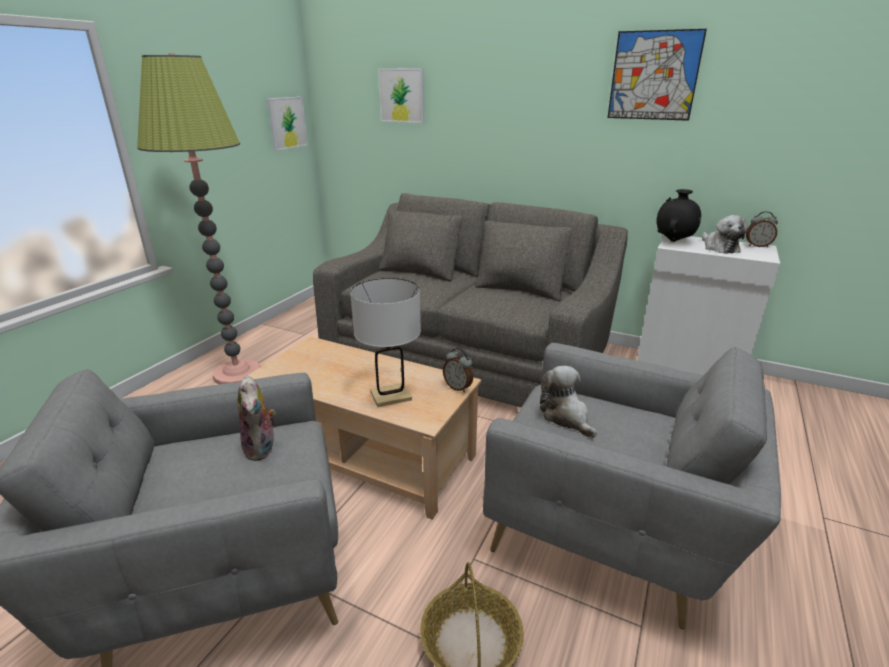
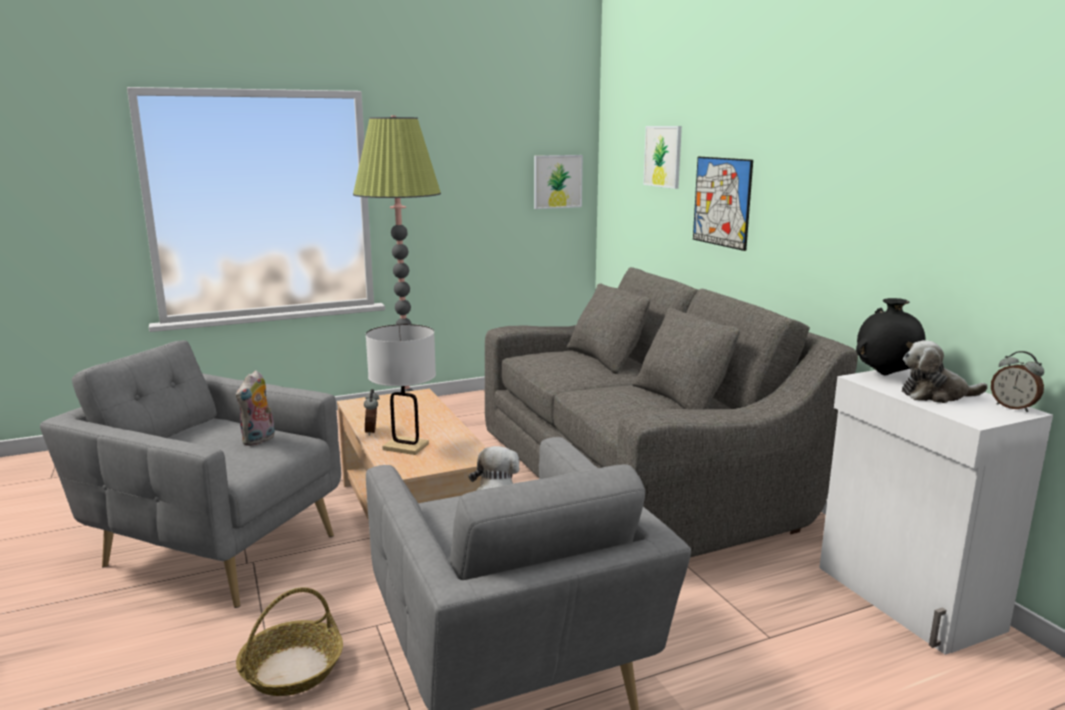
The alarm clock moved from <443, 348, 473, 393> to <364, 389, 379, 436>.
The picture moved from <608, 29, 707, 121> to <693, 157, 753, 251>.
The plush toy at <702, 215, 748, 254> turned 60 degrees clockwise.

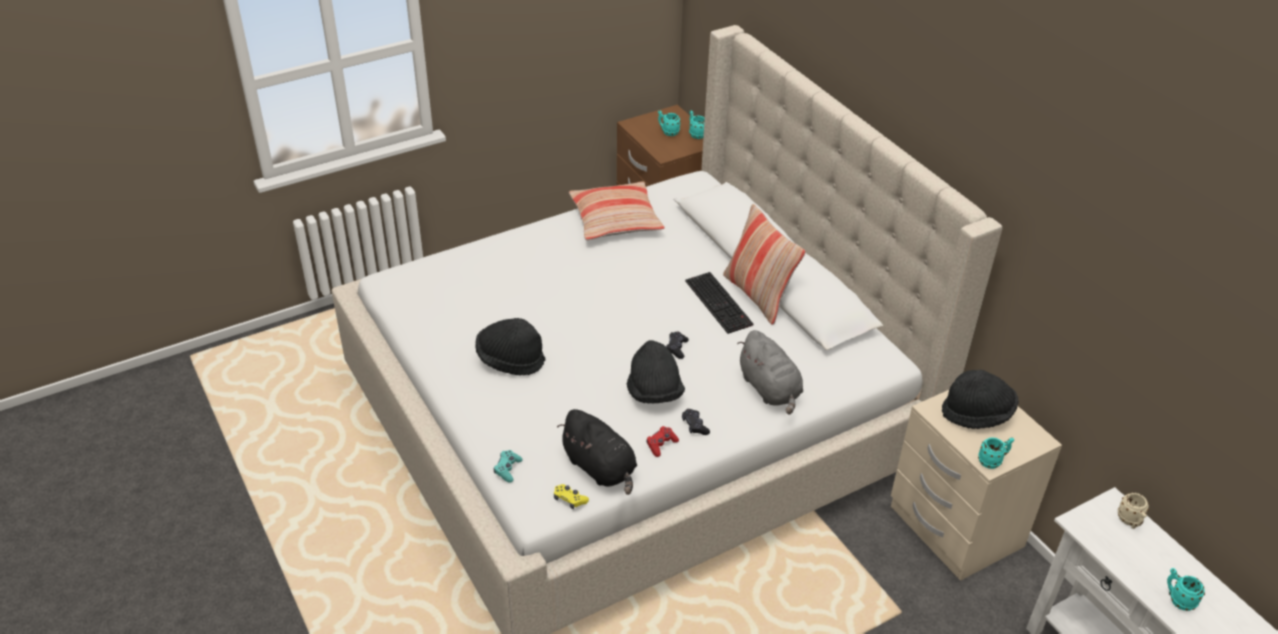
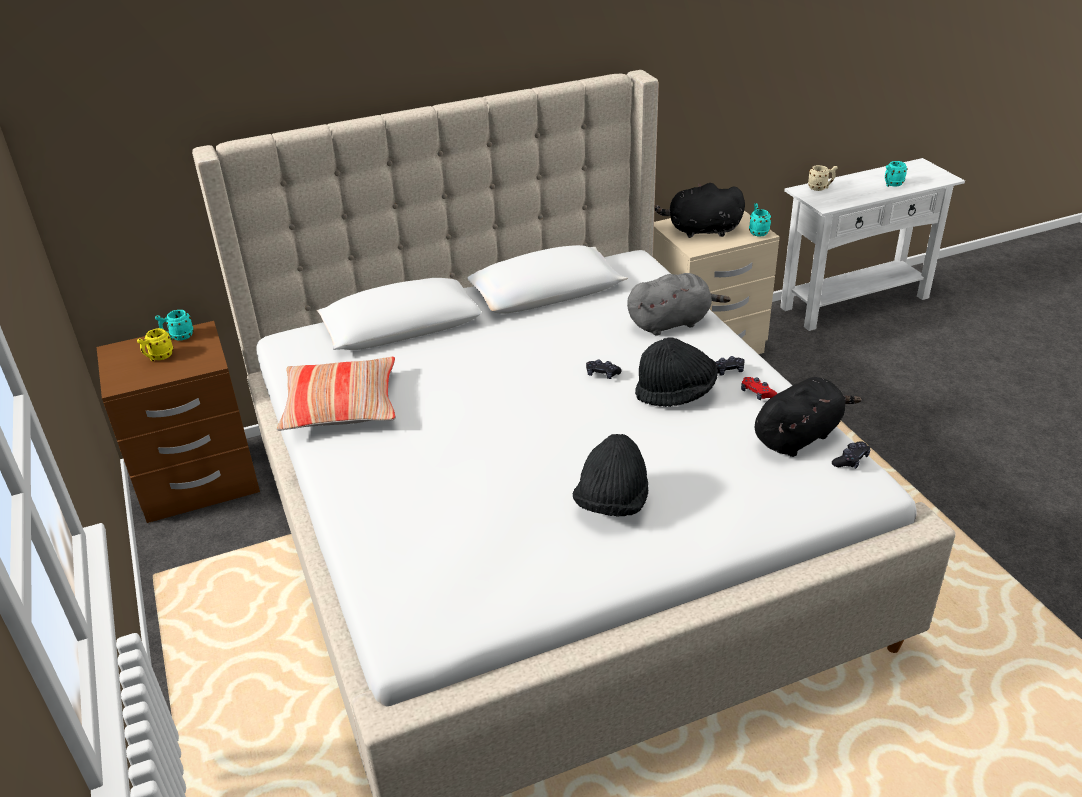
The turquoise game controller at <494, 450, 523, 483> disappeared.
The yellow game controller at <554, 484, 589, 509> became the black game controller at <832, 442, 871, 469>.
The turquoise mug at <658, 110, 681, 136> became the yellow mug at <137, 328, 173, 362>.
The keyboard at <685, 272, 753, 334> disappeared.
The pillow at <723, 204, 805, 325> disappeared.
The black hat at <942, 370, 1019, 429> was replaced by the black plush toy at <654, 183, 745, 238>.

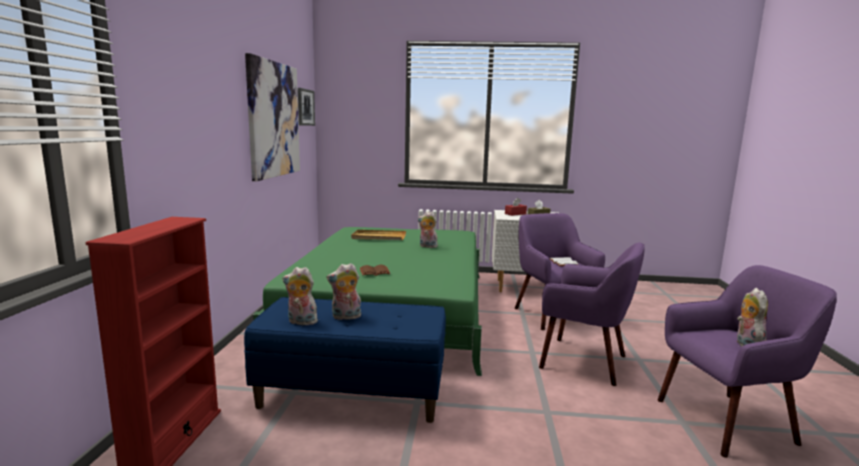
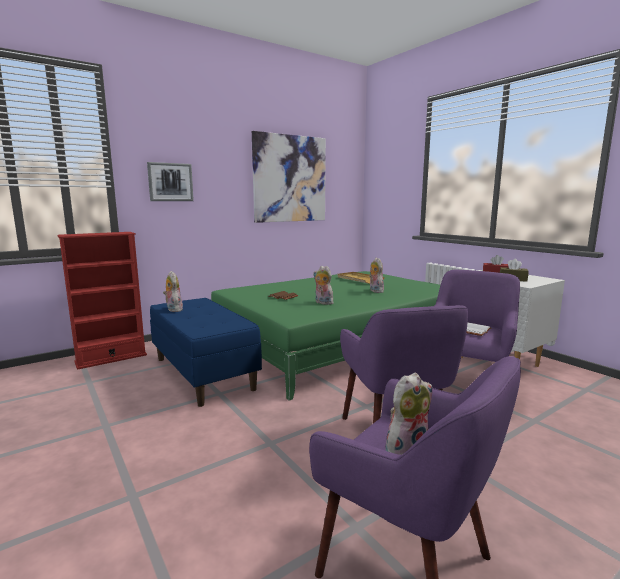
The picture moved from <298, 88, 315, 126> to <147, 162, 194, 201>.
The plush toy moved from <327, 263, 361, 320> to <313, 266, 334, 305>.

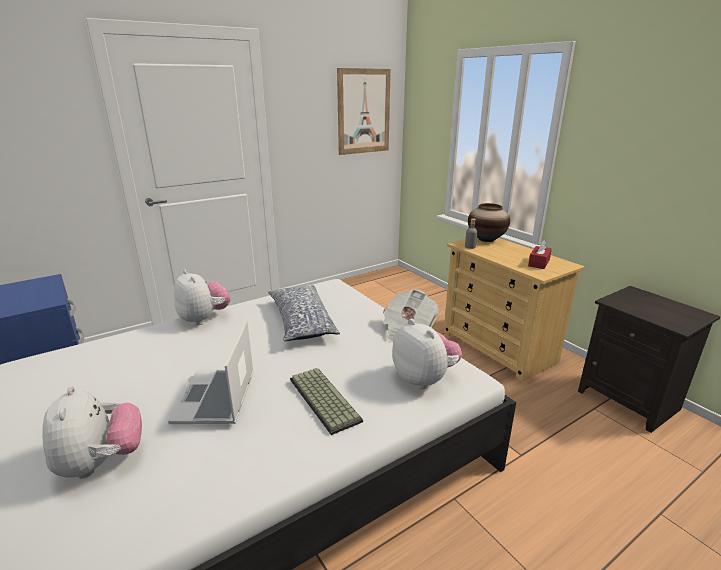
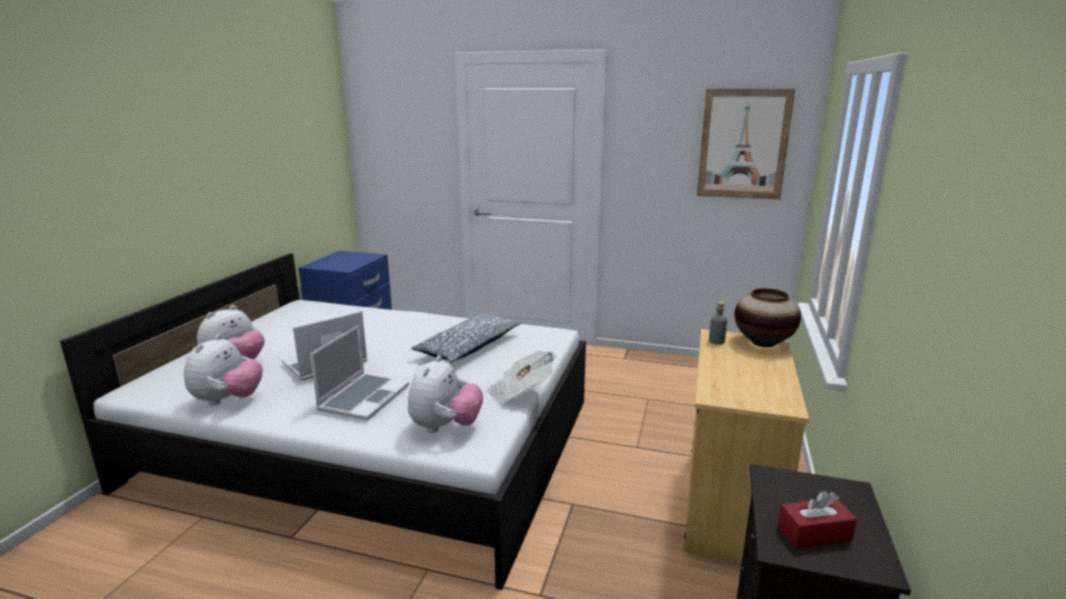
The plush toy moved from <174, 270, 230, 325> to <184, 334, 263, 406>.
The keyboard at <290, 368, 363, 435> was replaced by the laptop at <310, 325, 409, 420>.
The red tissue box moved from <528, 240, 552, 269> to <778, 490, 857, 548>.

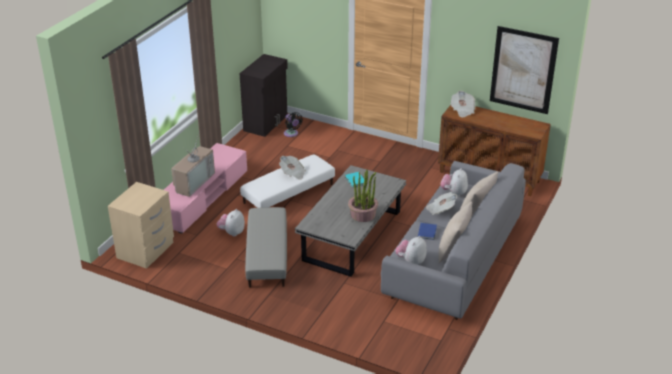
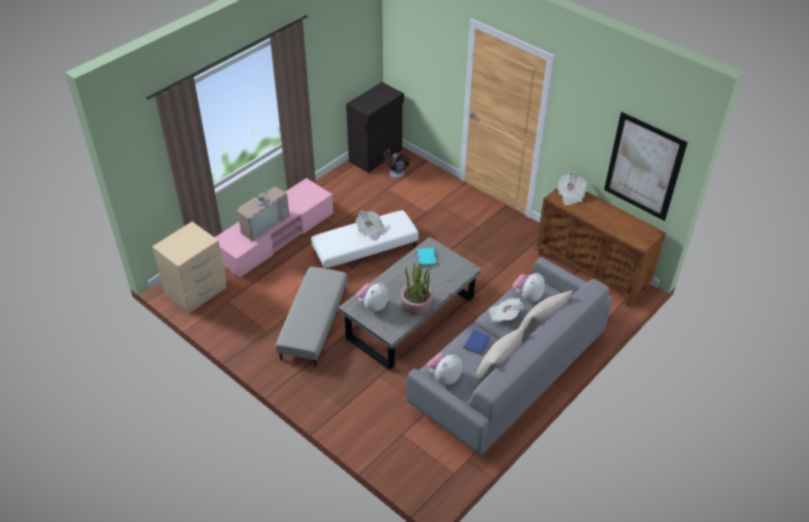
The plush toy moved from <217, 209, 245, 237> to <356, 283, 389, 312>.

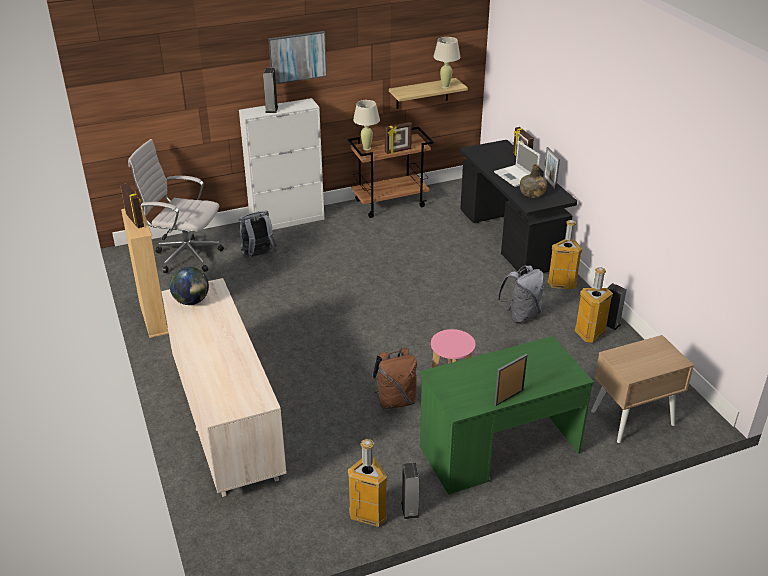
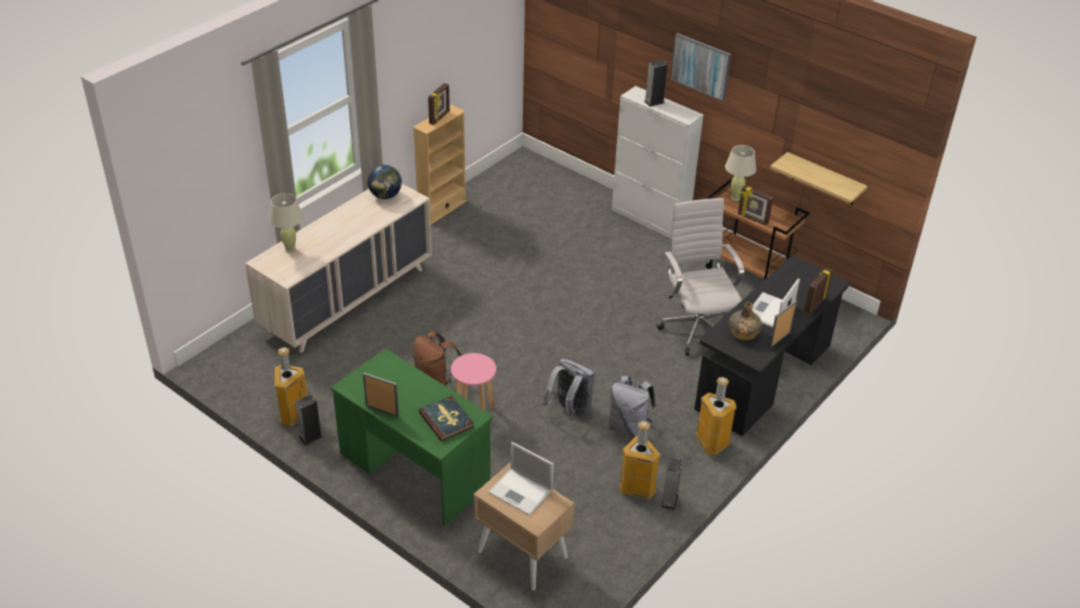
The white office chair moved from <128, 139, 224, 273> to <657, 198, 744, 356>.
The grey backpack moved from <238, 211, 278, 257> to <543, 359, 595, 421>.
The beige table lamp moved from <433, 37, 460, 89> to <269, 193, 303, 253>.
The book at <419, 395, 474, 441> appeared.
The laptop at <488, 442, 554, 515> appeared.

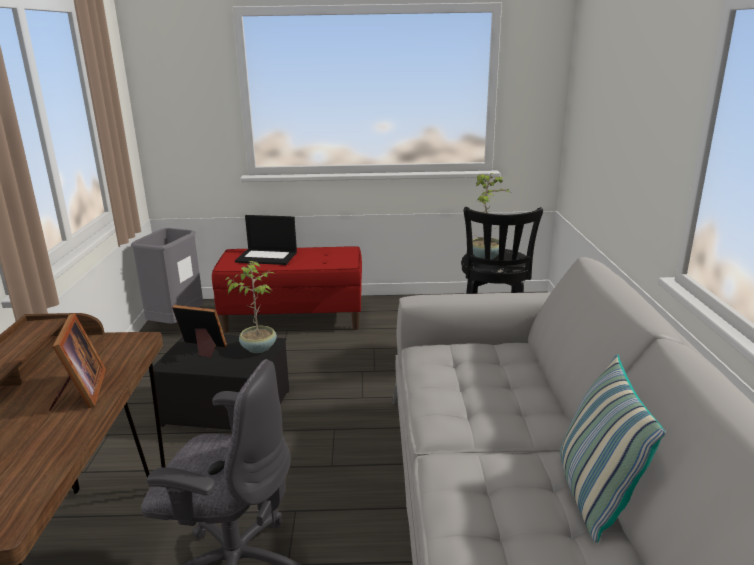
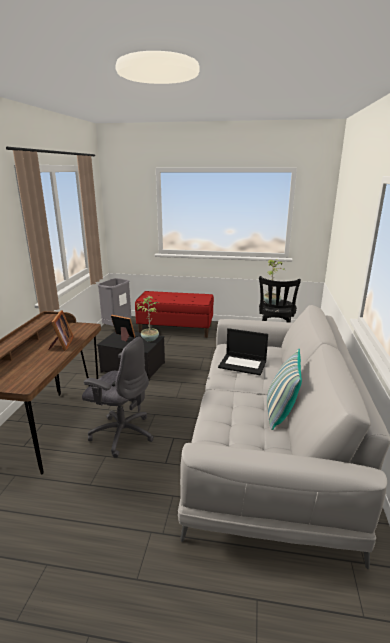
The laptop moved from <235, 215, 297, 265> to <218, 328, 268, 375>.

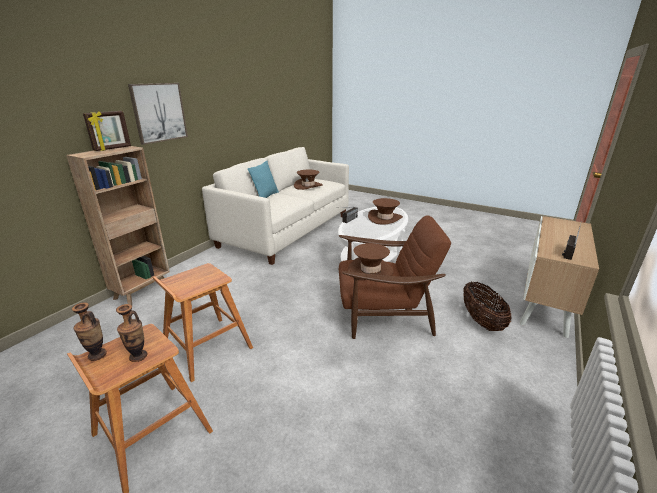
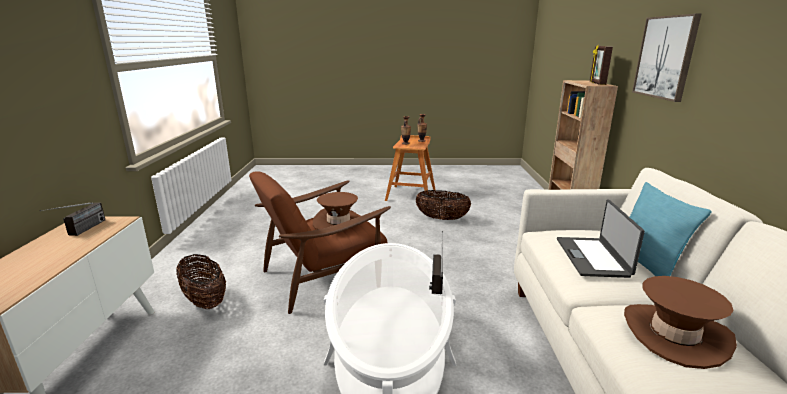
The brown stool at <153, 263, 253, 382> was replaced by the basket at <416, 190, 471, 220>.
The brown hat at <368, 198, 403, 225> disappeared.
The laptop at <557, 199, 645, 278> appeared.

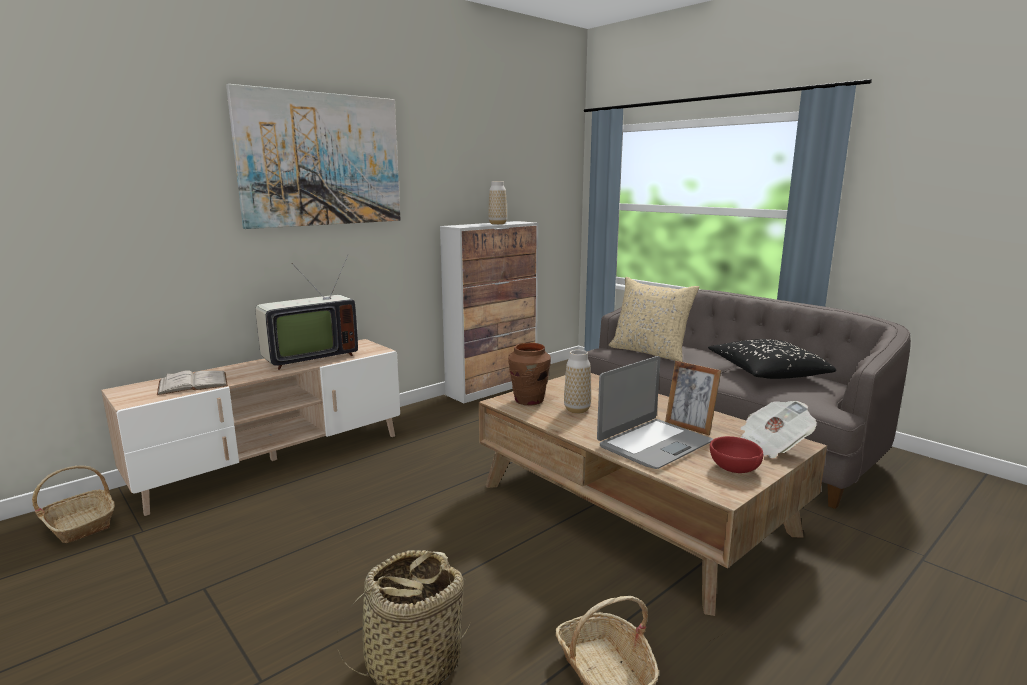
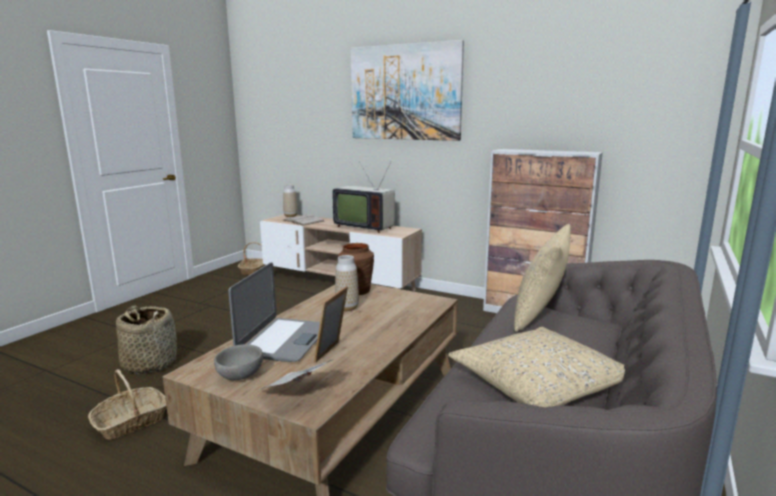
The vase moved from <488, 181, 507, 225> to <283, 185, 298, 217>.
The laptop at <597, 356, 713, 469> turned 105 degrees counterclockwise.
The black pillow at <708, 339, 836, 379> became the beige pillow at <448, 327, 625, 407>.
The red bowl at <710, 436, 763, 473> became the grey bowl at <214, 344, 263, 380>.

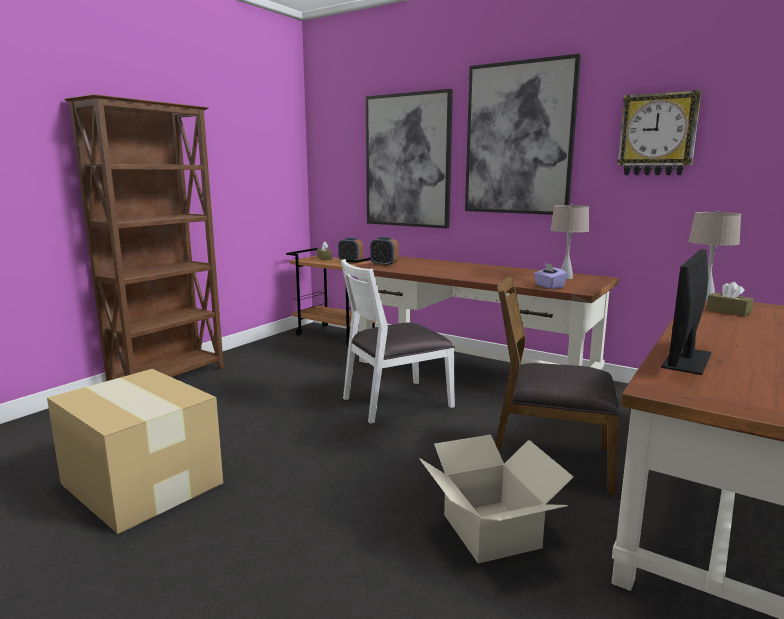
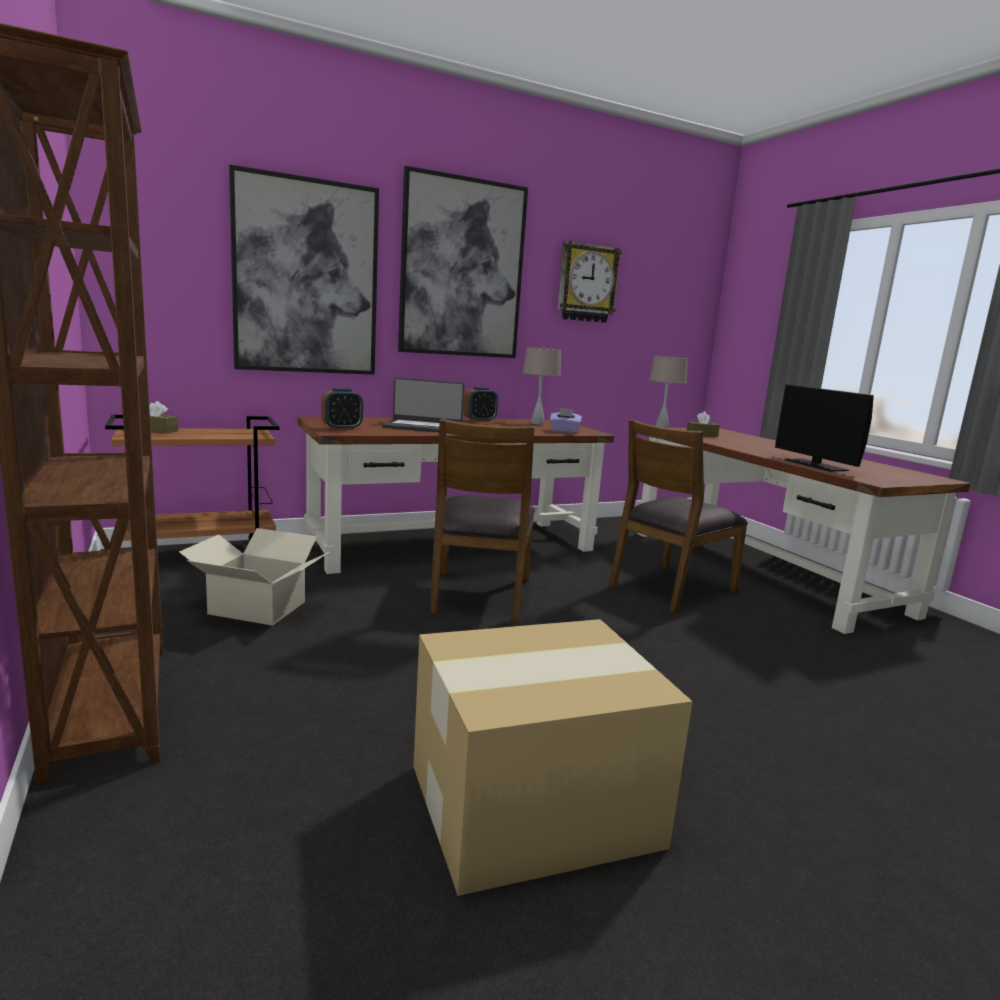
The alarm clock moved from <338, 238, 363, 264> to <463, 387, 498, 422>.
The white chair at <341, 259, 455, 424> became the brown chair at <430, 418, 535, 623>.
The cardboard box moved from <420, 435, 574, 563> to <179, 528, 331, 626>.
The laptop at <382, 378, 464, 432> appeared.

